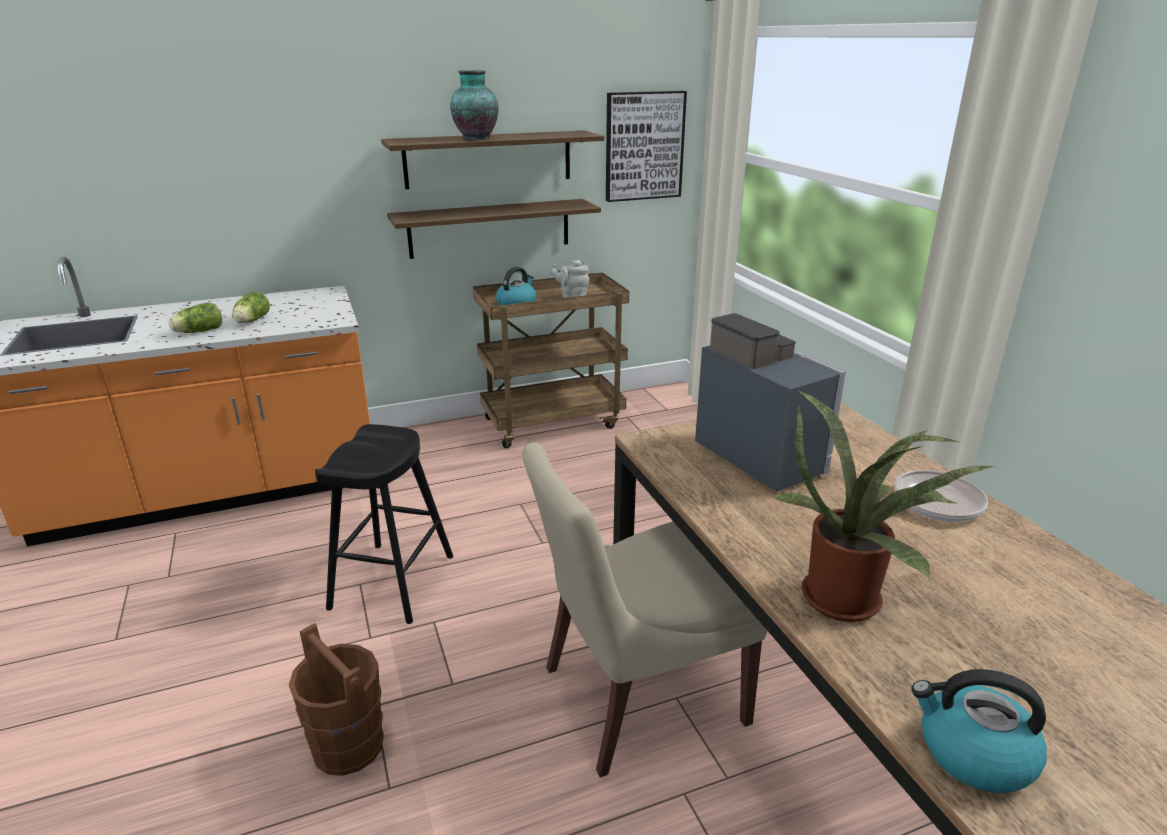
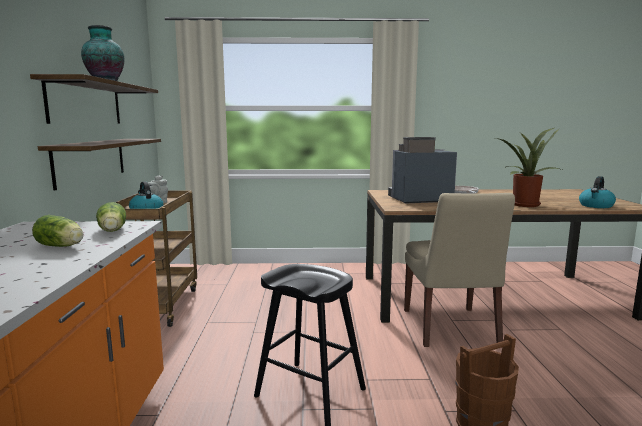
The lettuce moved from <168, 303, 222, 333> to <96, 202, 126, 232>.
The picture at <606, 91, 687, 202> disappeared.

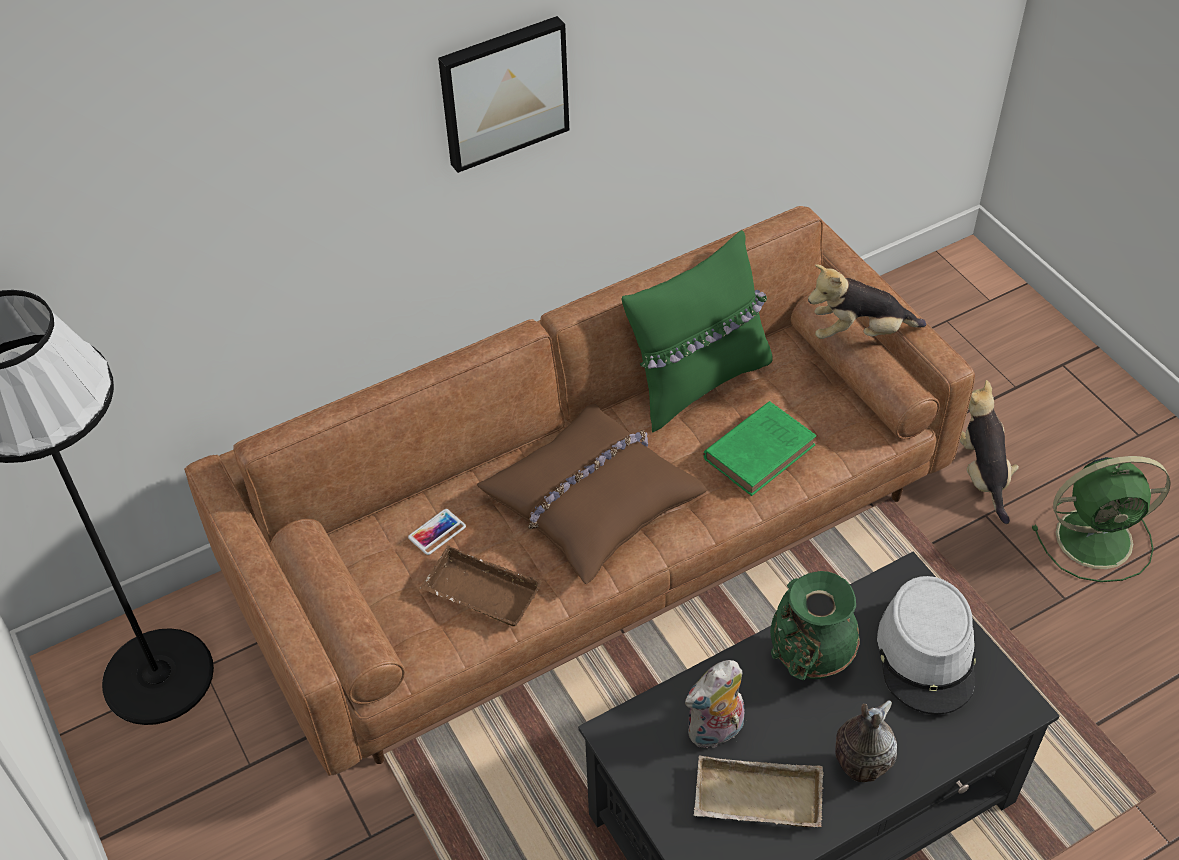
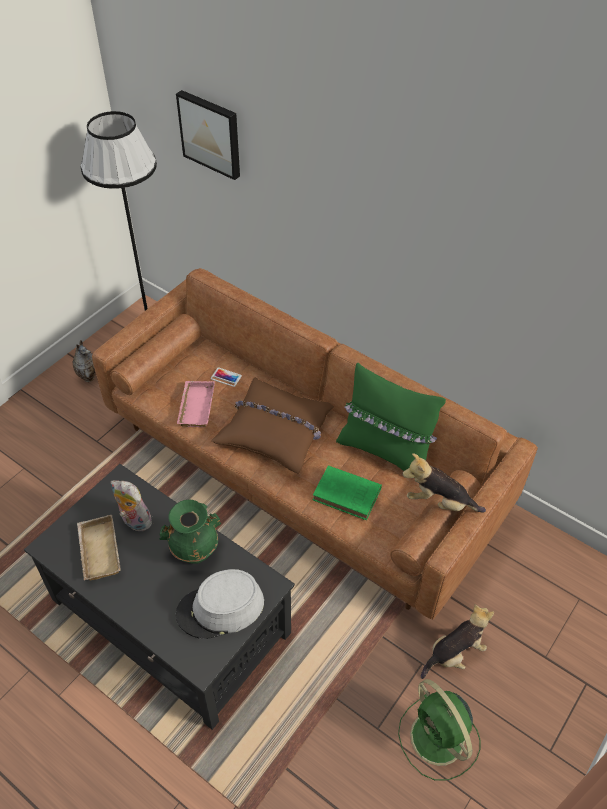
The brown tray at <420, 545, 542, 626> became the pink tray at <177, 381, 215, 427>.
The picture moved from <438, 16, 569, 173> to <176, 90, 240, 180>.
The plush toy at <808, 264, 926, 339> turned 45 degrees counterclockwise.
The vase moved from <835, 701, 897, 782> to <72, 340, 96, 382>.

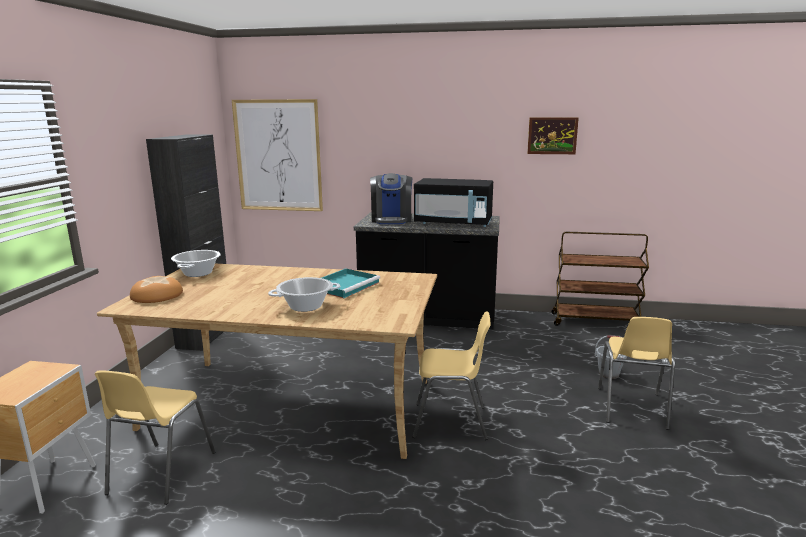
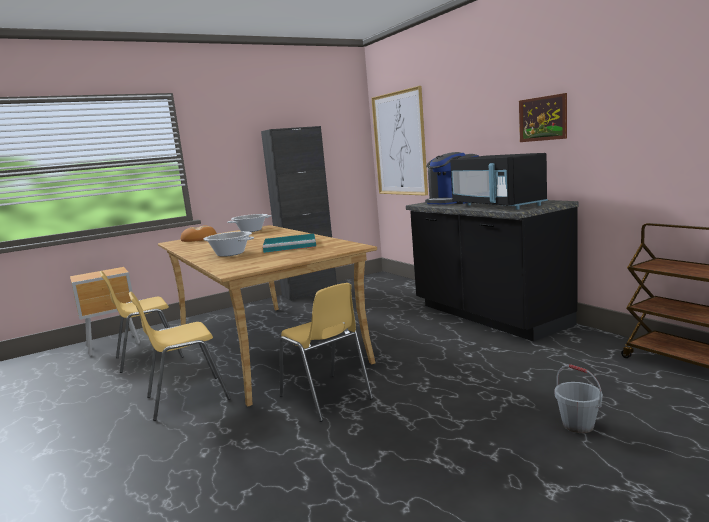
The picture moved from <527, 117, 579, 154> to <519, 93, 567, 142>.
The yellow chair moved from <598, 317, 675, 430> to <129, 292, 231, 421>.

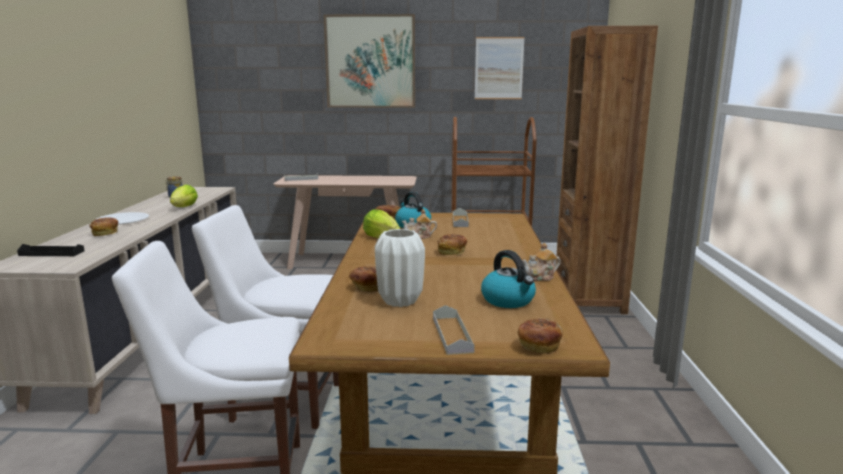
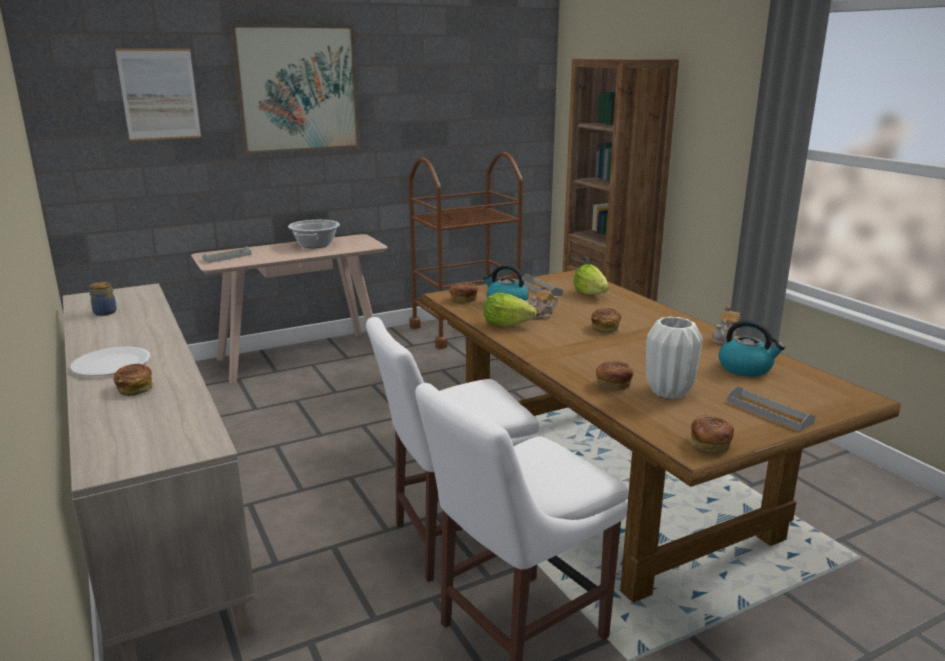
The black tray at <17, 244, 85, 256> disappeared.
The lettuce moved from <170, 185, 198, 207> to <573, 264, 609, 295>.
The picture moved from <475, 37, 525, 99> to <115, 49, 201, 141>.
The bread moved from <518, 318, 563, 354> to <689, 415, 734, 452>.
The cooking pot at <288, 220, 340, 248> appeared.

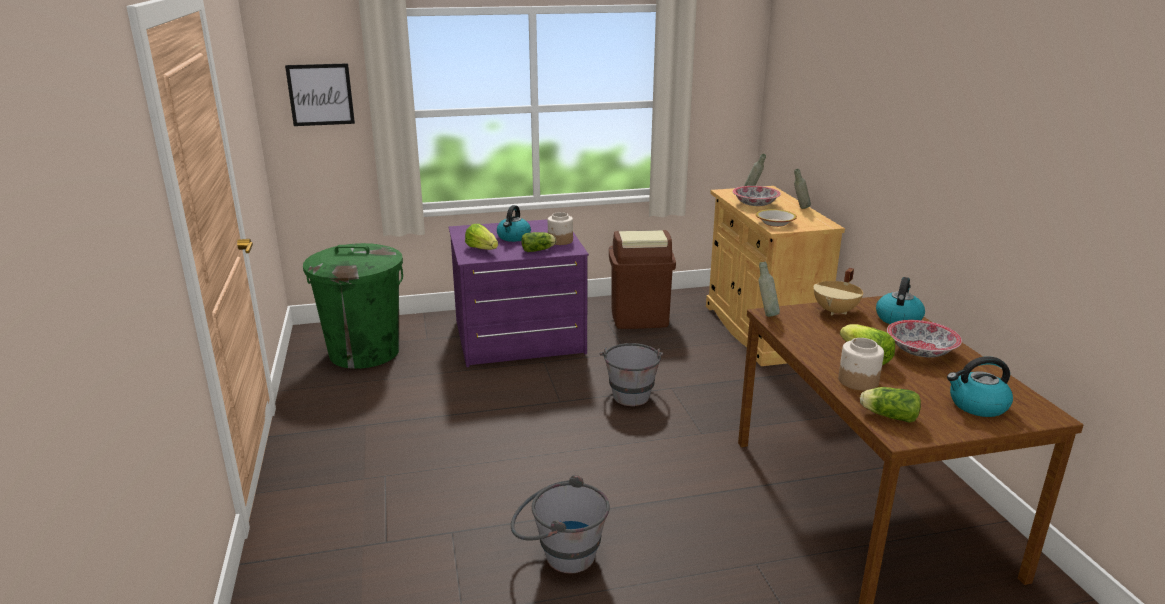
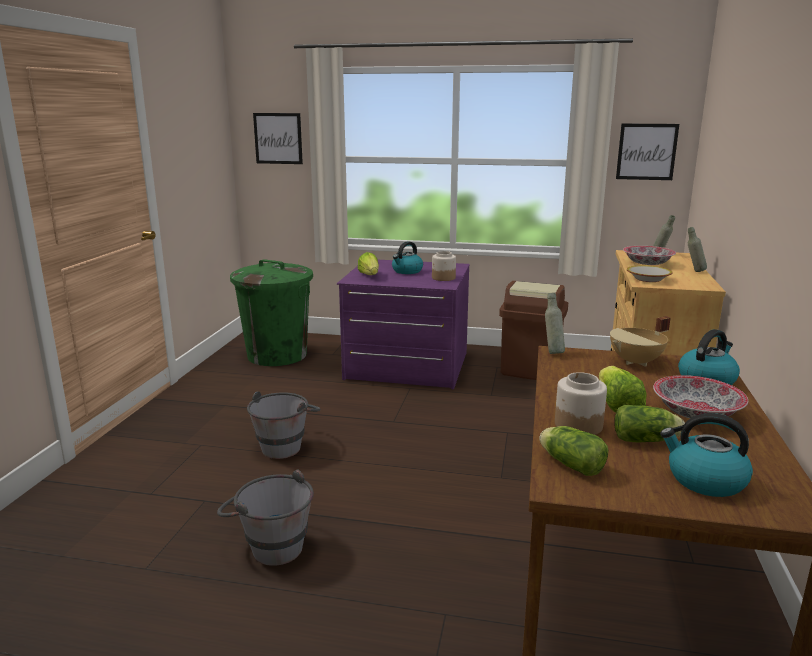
The lettuce moved from <521, 232, 556, 252> to <614, 405, 685, 442>.
The grey bucket moved from <599, 343, 664, 406> to <247, 392, 321, 459>.
The picture at <616, 124, 679, 180> appeared.

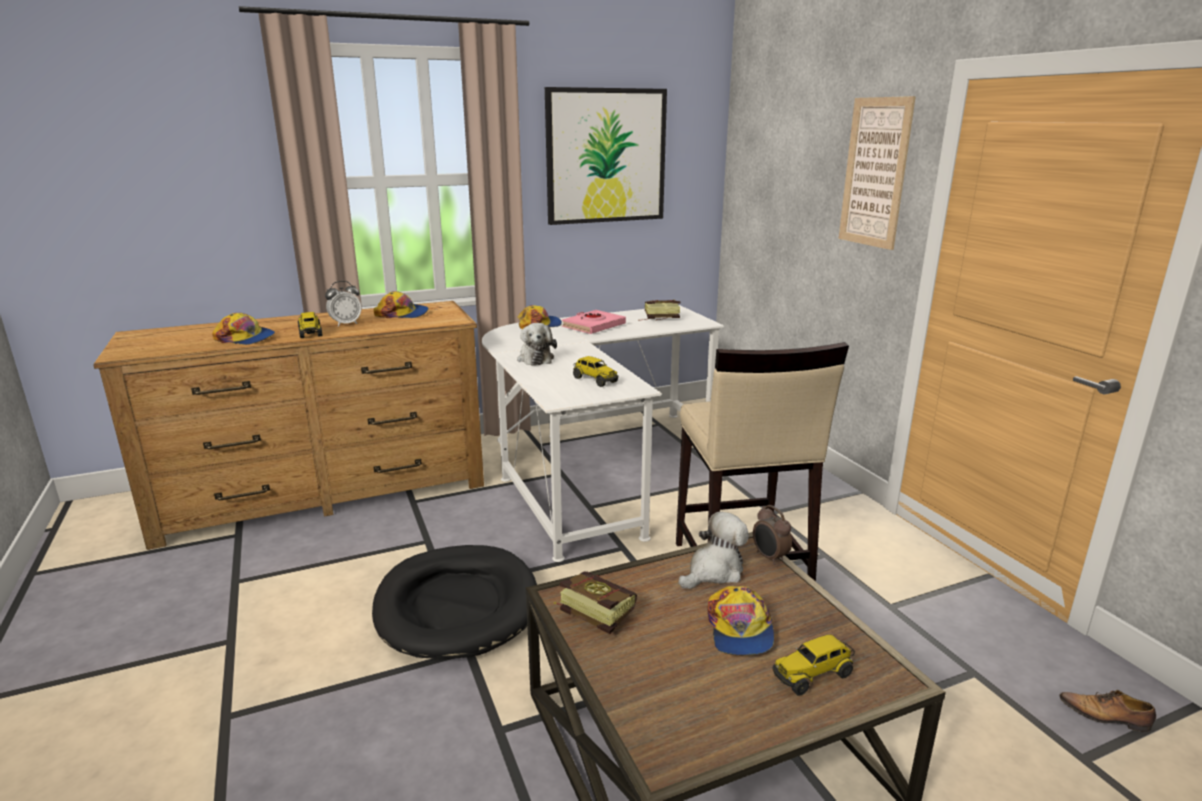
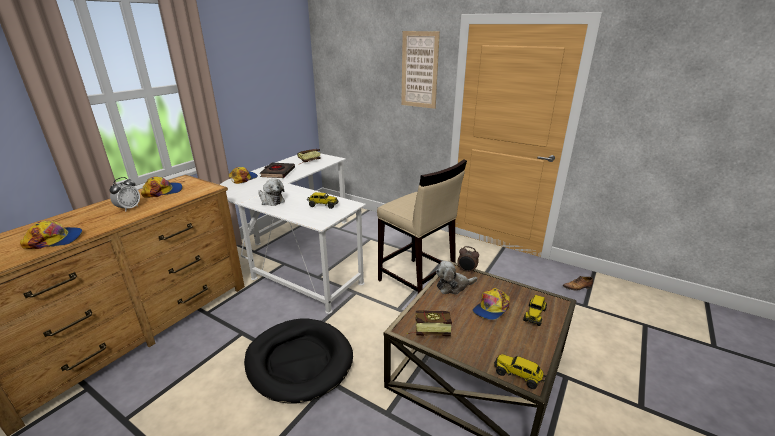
The toy truck moved from <298, 312, 323, 338> to <494, 354, 547, 389>.
The picture at <545, 87, 667, 225> disappeared.
The pink book at <562, 310, 626, 334> became the black book at <260, 163, 295, 178>.
The plush toy at <678, 511, 749, 589> turned 120 degrees counterclockwise.
The cap at <707, 586, 774, 656> turned 75 degrees clockwise.

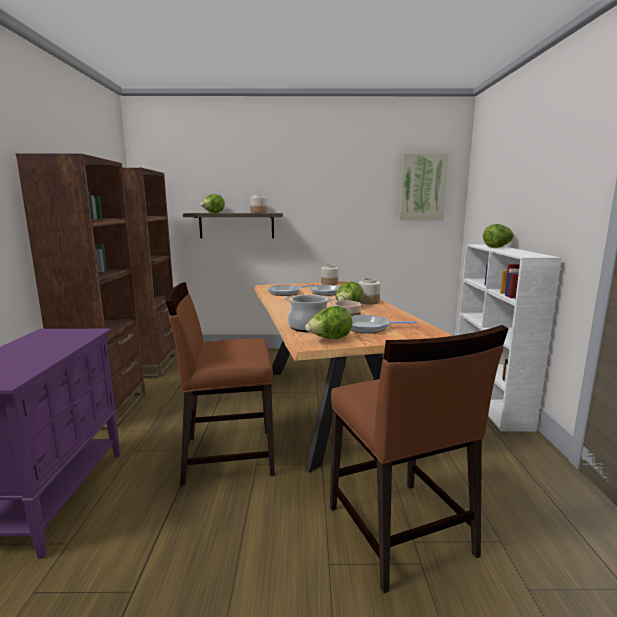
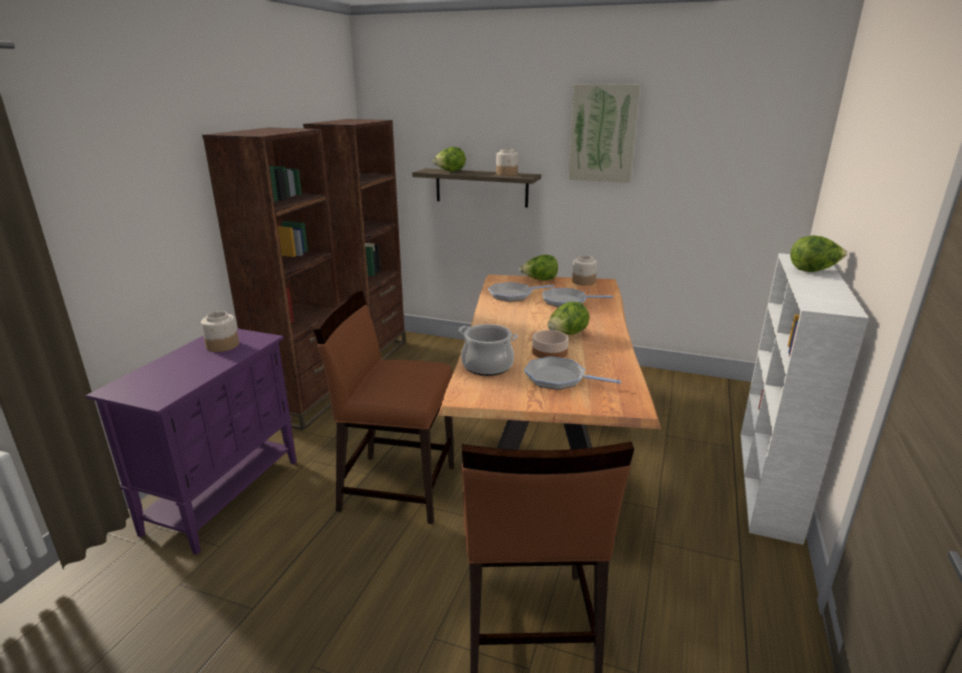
The lettuce moved from <305, 306, 353, 339> to <519, 255, 558, 281>.
The jar moved from <359, 278, 380, 305> to <201, 311, 239, 352>.
The picture moved from <399, 153, 448, 220> to <568, 84, 640, 183>.

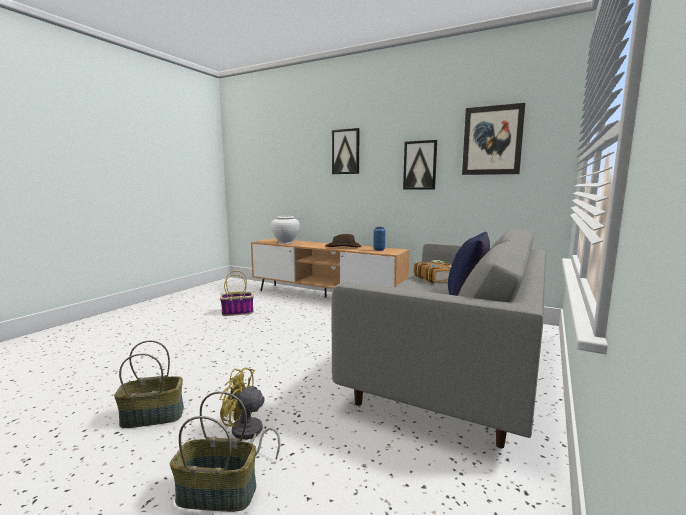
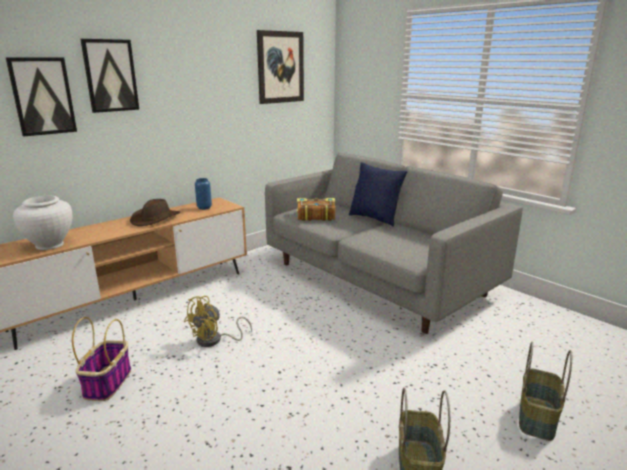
The yellow fan moved from <219, 367, 281, 459> to <184, 296, 252, 347>.
The picture moved from <403, 140, 437, 190> to <5, 57, 77, 137>.

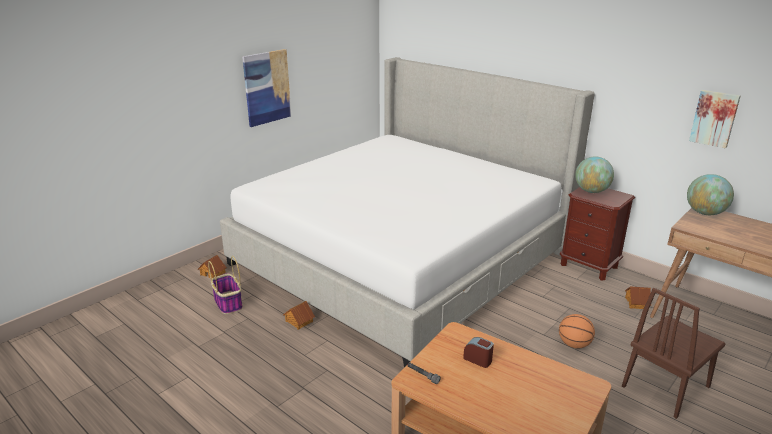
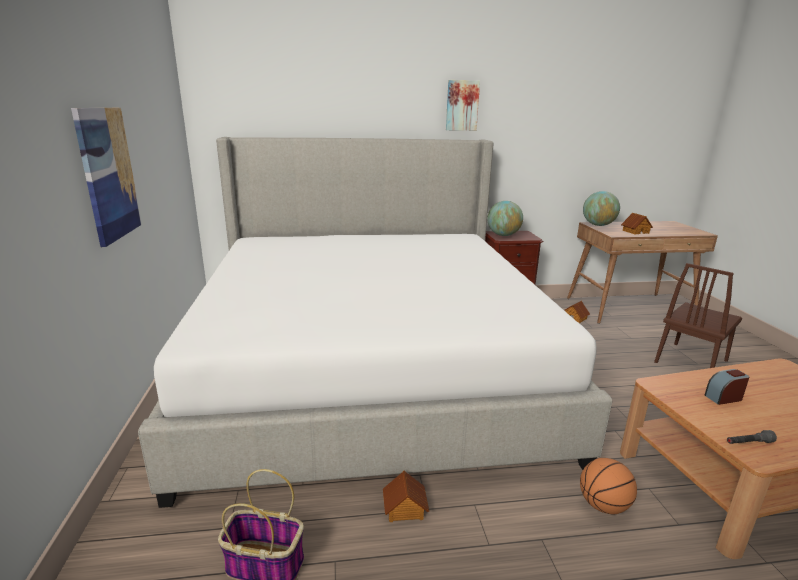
The toy house moved from <197, 255, 227, 278> to <621, 213, 653, 235>.
The basketball moved from <559, 314, 595, 349> to <580, 458, 637, 514>.
The brown chair at <622, 288, 726, 419> turned 45 degrees clockwise.
The picture moved from <689, 90, 740, 148> to <446, 80, 480, 131>.

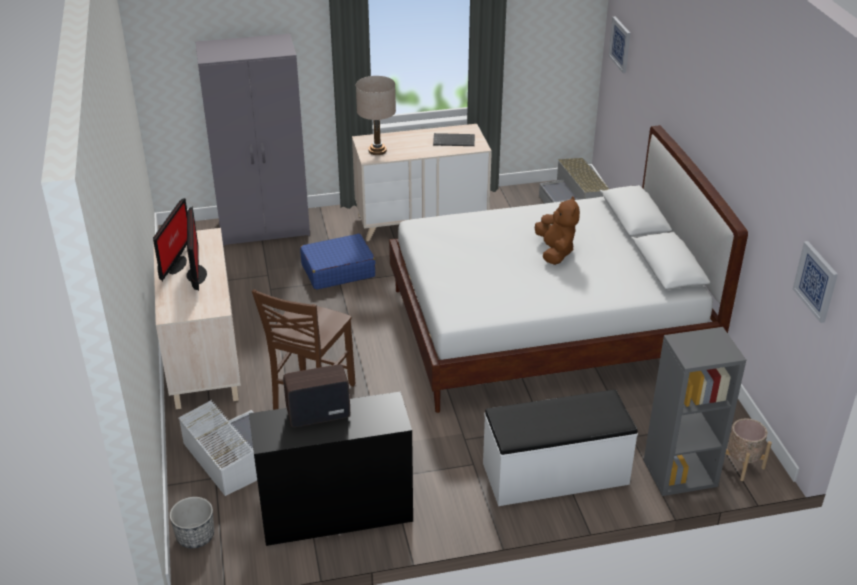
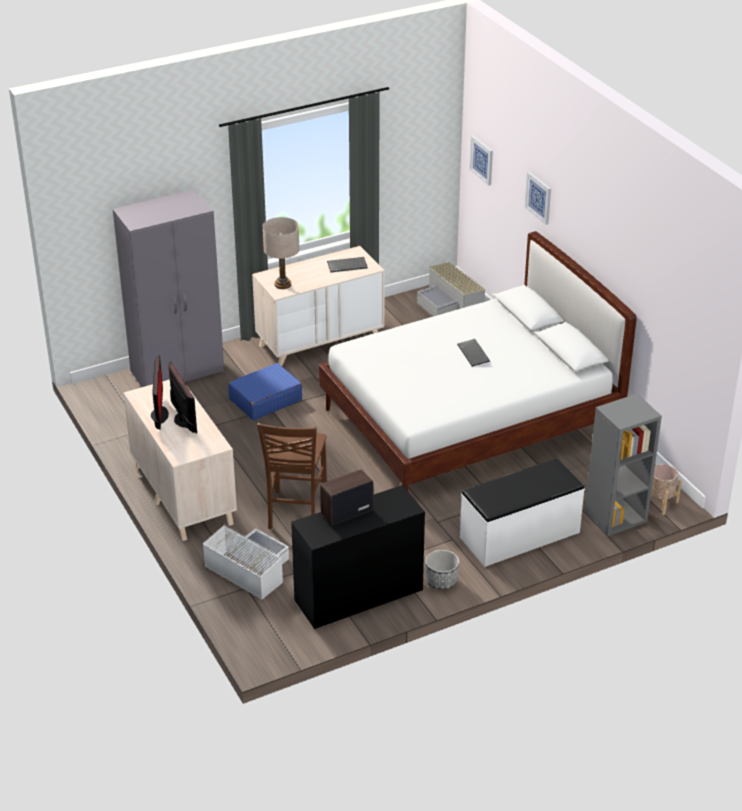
The planter moved from <170, 497, 214, 548> to <425, 550, 459, 590>.
The brown plush toy at <535, 196, 580, 265> was replaced by the keyboard at <457, 339, 490, 367>.
The picture moved from <793, 241, 838, 323> to <525, 171, 551, 225>.

